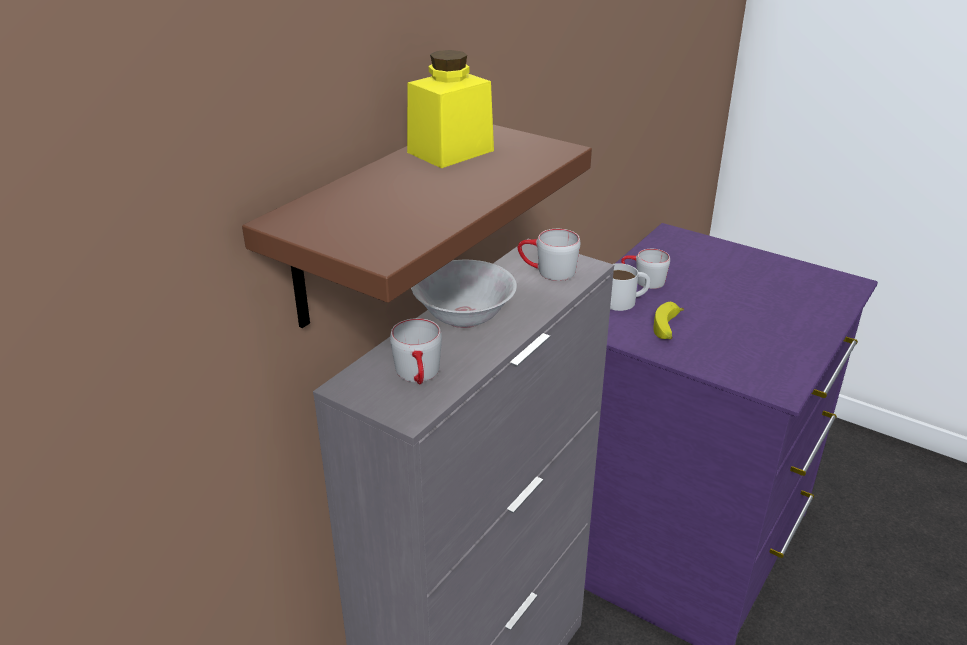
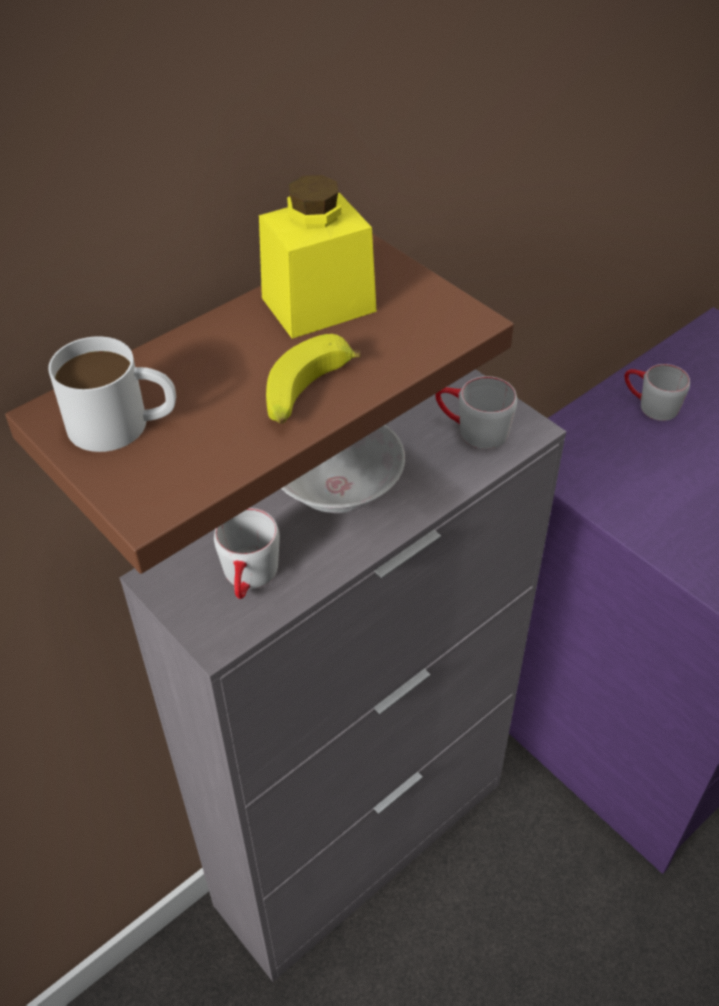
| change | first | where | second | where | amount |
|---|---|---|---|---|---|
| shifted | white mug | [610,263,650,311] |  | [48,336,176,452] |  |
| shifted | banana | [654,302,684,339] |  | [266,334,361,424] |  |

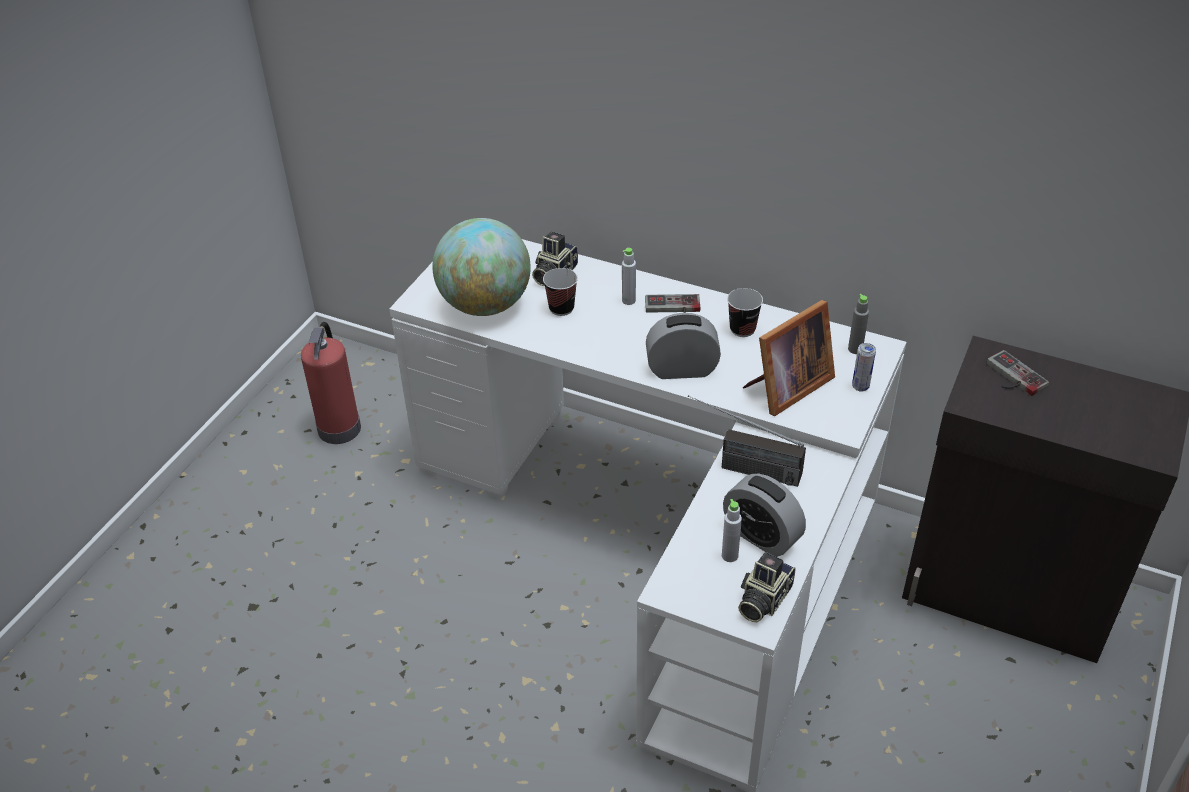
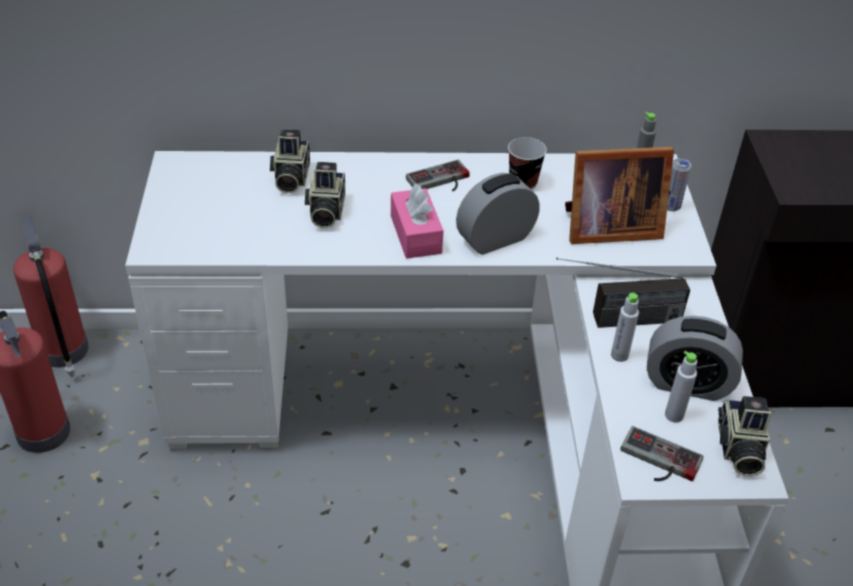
| change | first | where | second | where | amount |
|---|---|---|---|---|---|
| gone | globe | [432,218,531,316] |  |  |  |
| shifted | grey bottle | [622,248,636,305] |  | [611,293,639,362] |  |
| swapped | cup | [543,268,578,316] | photo camera | [305,162,345,228] |  |
| rotated | picture frame | [743,300,835,416] |  | [565,147,674,244] | 60 degrees clockwise |
| shifted | game controller | [987,350,1049,396] |  | [620,426,704,481] |  |
| new |  |  | pink tissue box | [391,183,444,259] |  |
| new |  |  | fire extinguisher | [13,215,89,377] |  |

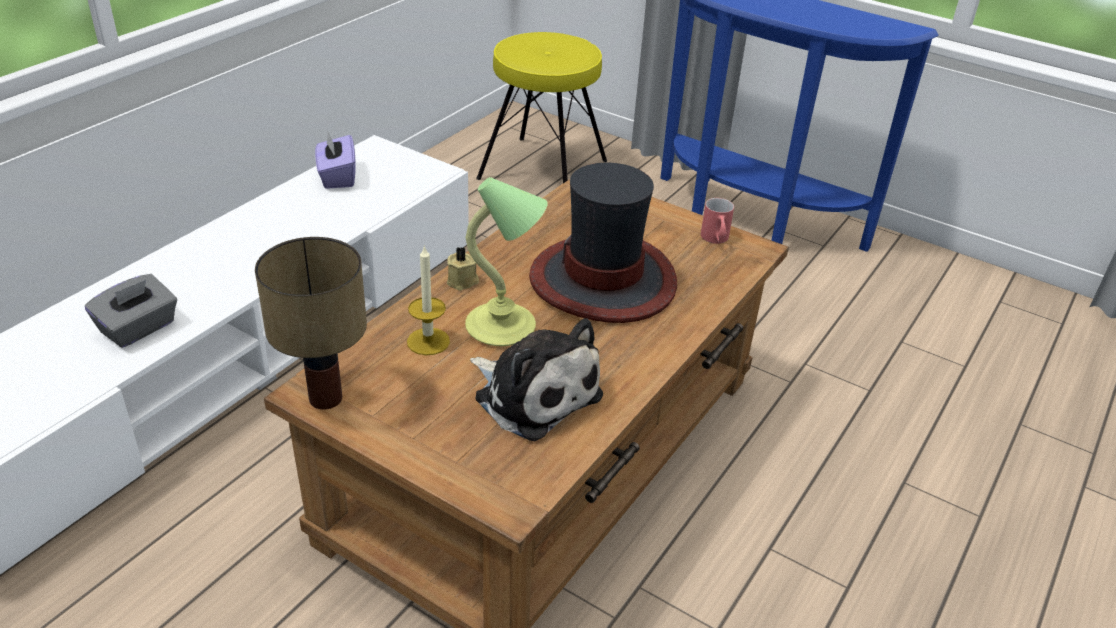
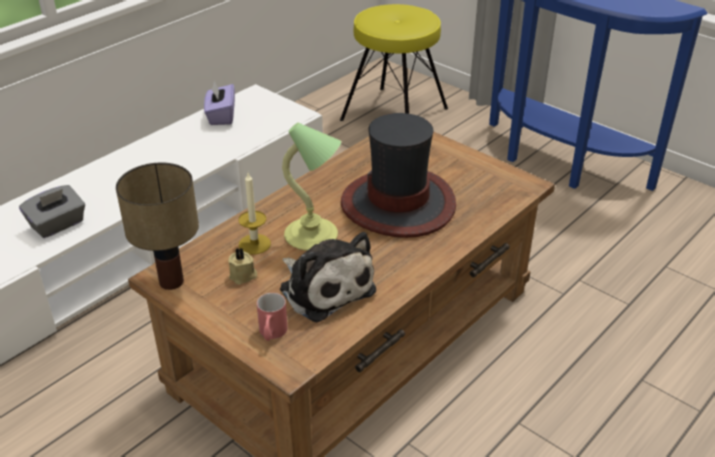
| change | first | where | second | where | amount |
|---|---|---|---|---|---|
| shifted | red mug | [701,198,734,244] |  | [257,293,288,341] |  |
| shifted | beige candle | [447,247,479,291] |  | [228,248,257,285] |  |

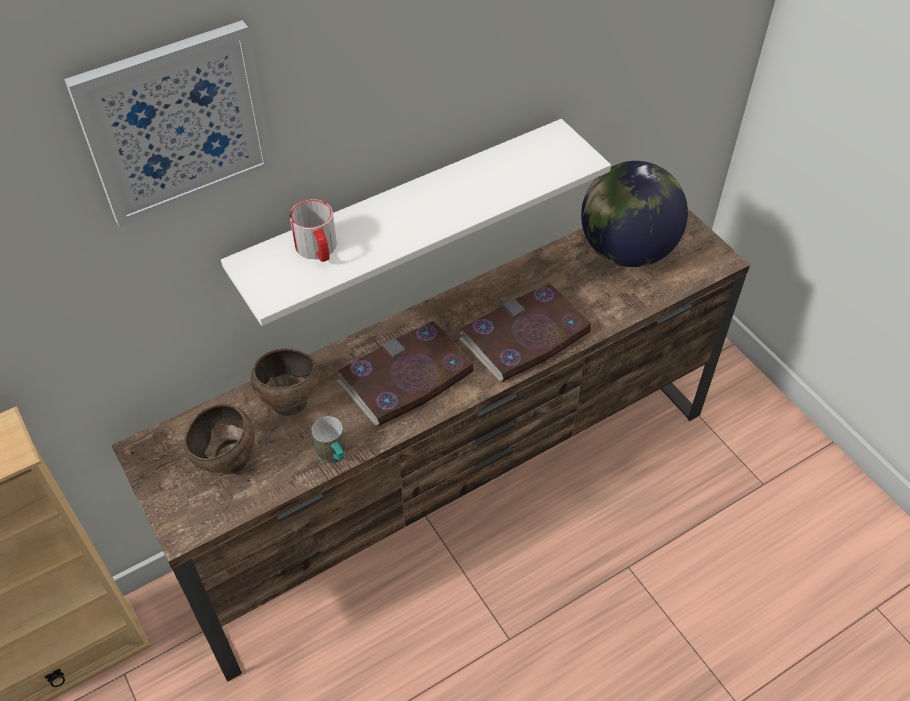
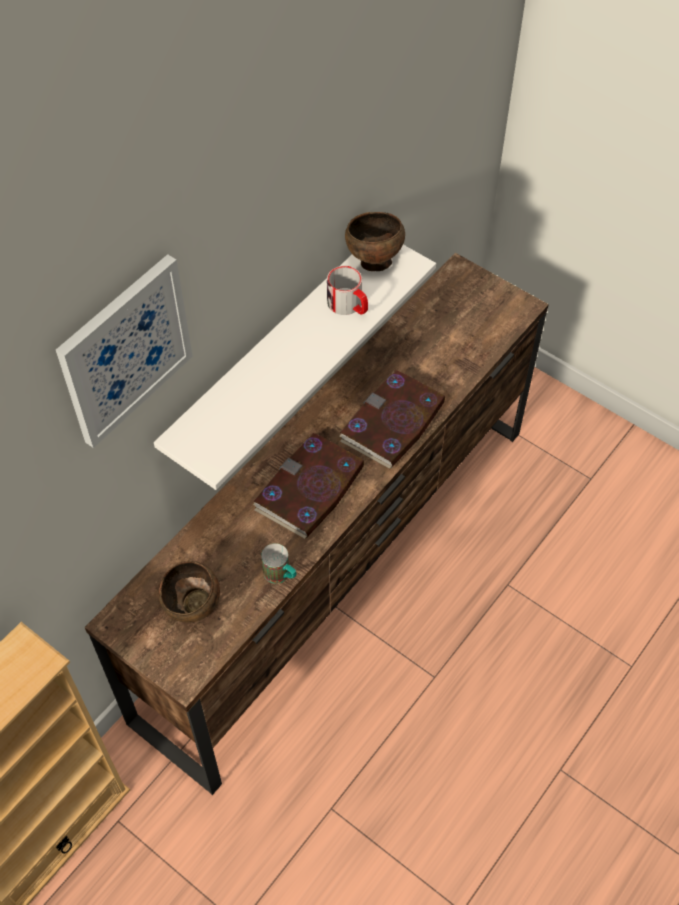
| change | first | where | second | where | amount |
|---|---|---|---|---|---|
| gone | globe | [581,161,688,267] |  |  |  |
| shifted | mug | [289,199,337,262] |  | [327,266,368,315] |  |
| shifted | brown bowl | [251,348,319,416] |  | [345,212,405,271] |  |

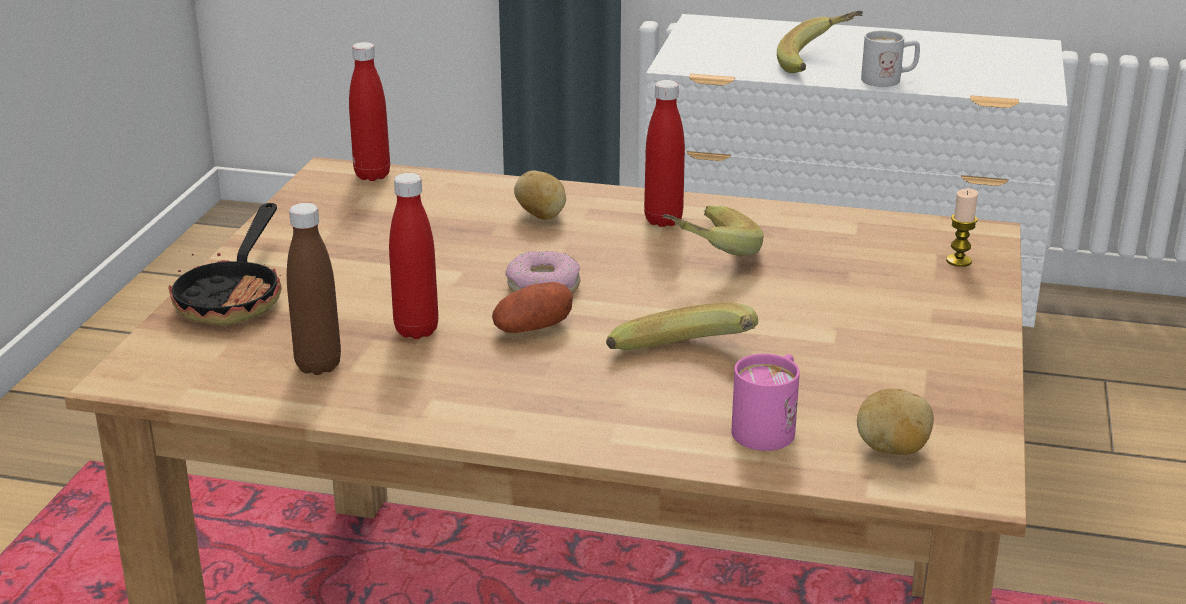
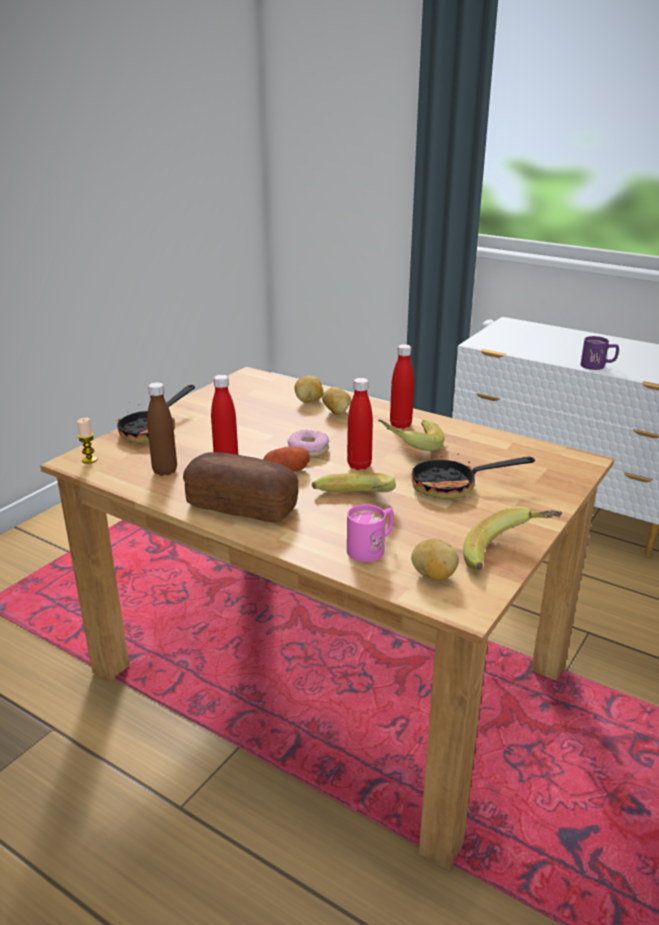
| change | first | where | second | where | amount |
|---|---|---|---|---|---|
| shifted | banana | [777,11,863,73] |  | [463,506,562,570] |  |
| repainted | white mug | [861,30,920,87] | purple mug | [581,336,619,370] |  |
| shifted | red bottle | [349,42,390,181] |  | [347,378,373,470] |  |
| shifted | candle | [946,189,978,267] |  | [77,418,97,464] |  |
| new |  |  | potato | [294,375,323,403] |  |
| new |  |  | bread | [183,452,299,522] |  |
| new |  |  | frying pan | [412,454,535,499] |  |

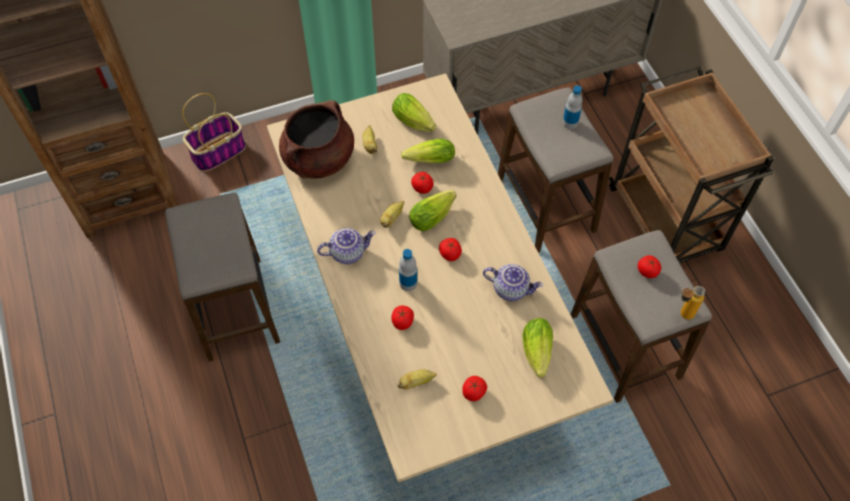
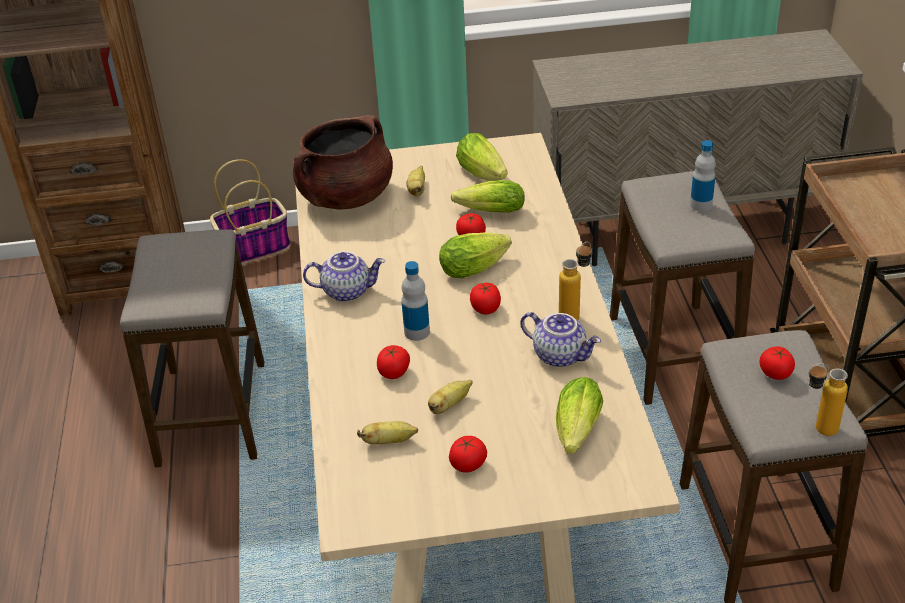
| change | first | where | second | where | amount |
|---|---|---|---|---|---|
| shifted | banana | [380,201,404,228] |  | [428,380,473,414] |  |
| new |  |  | bottle | [559,242,592,320] |  |

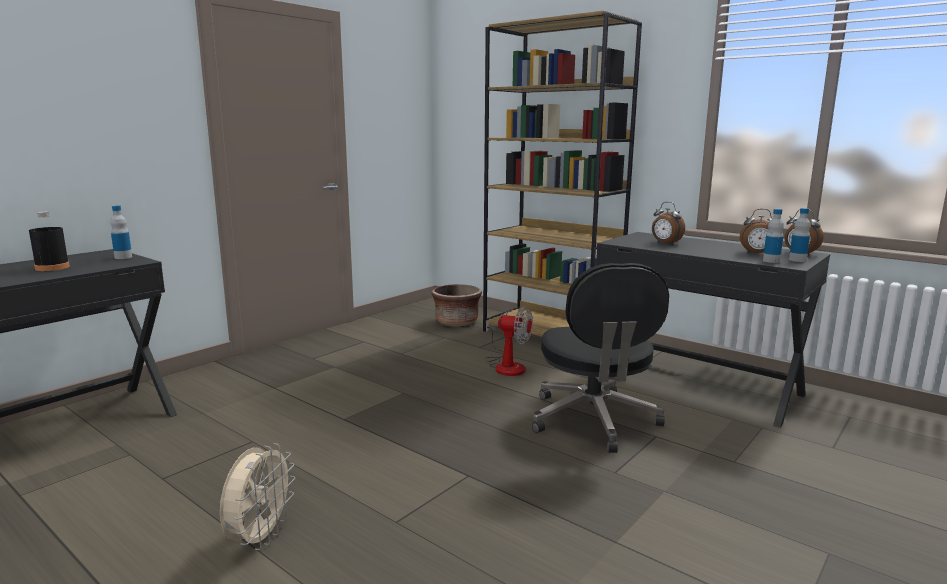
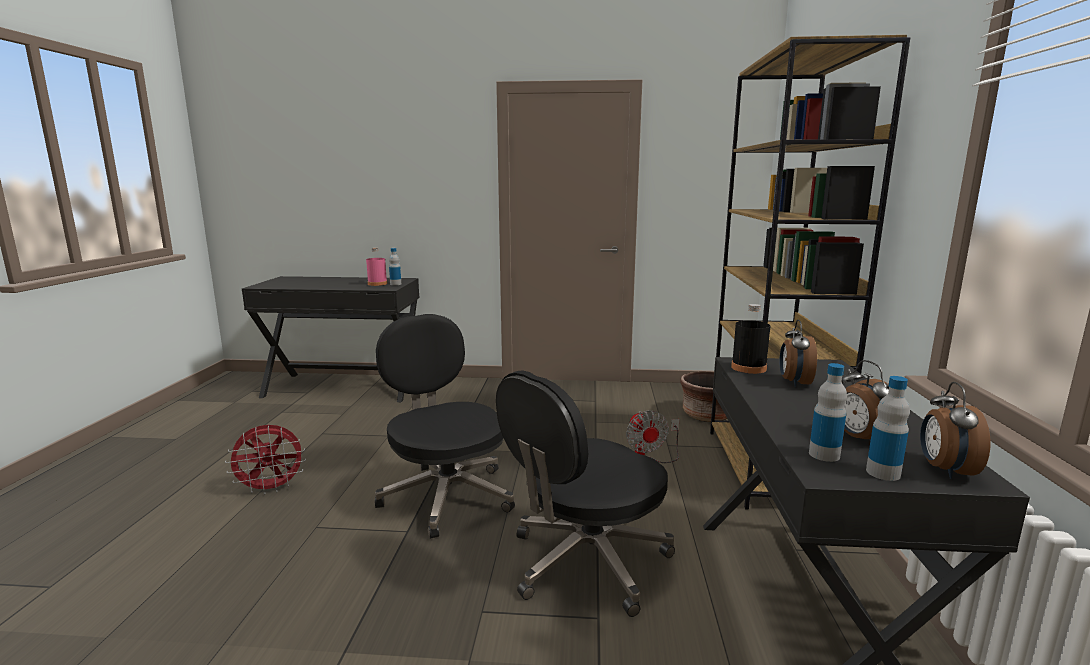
| change | first | where | second | where | amount |
|---|---|---|---|---|---|
| shifted | black bottle | [29,212,70,271] |  | [731,304,770,374] |  |
| repainted | beige fan | [220,443,296,550] | red fan | [225,425,306,495] |  |
| new |  |  | pink bottle | [366,248,387,286] |  |
| new |  |  | black office chair | [375,314,515,539] |  |

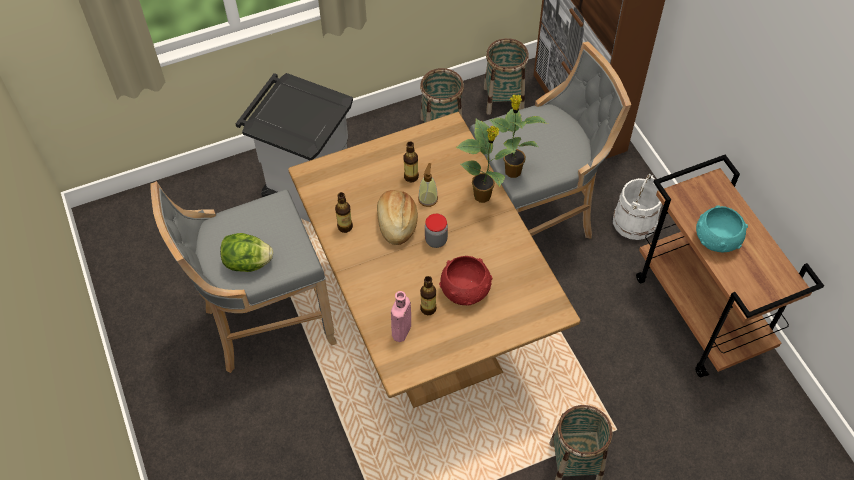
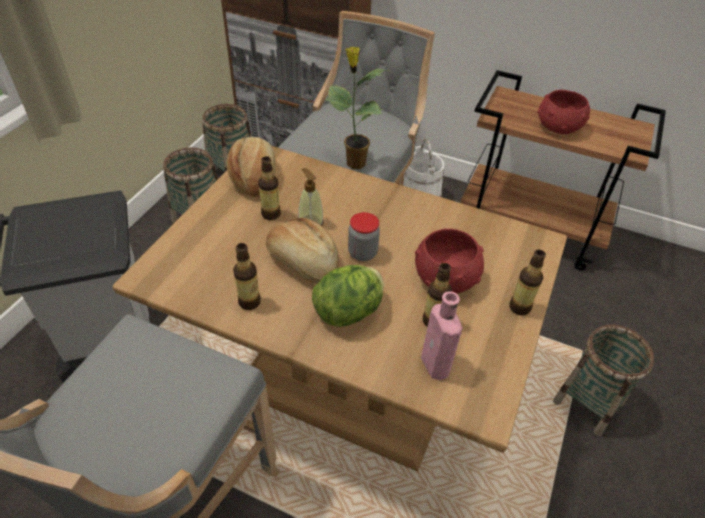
| change | first | where | second | where | amount |
|---|---|---|---|---|---|
| gone | potted plant | [456,119,516,203] |  |  |  |
| repainted | turquoise bowl | [696,205,748,252] | red bowl | [537,90,590,134] |  |
| shifted | lettuce | [220,233,273,272] |  | [312,265,384,327] |  |
| new |  |  | bread | [227,137,275,197] |  |
| new |  |  | bottle | [509,250,546,315] |  |

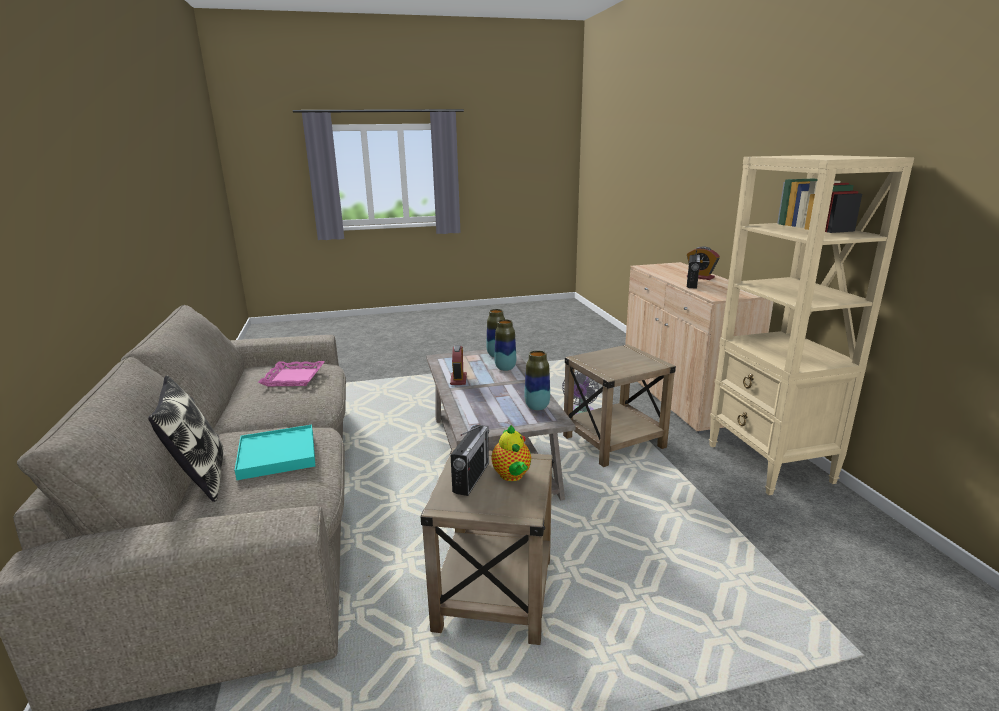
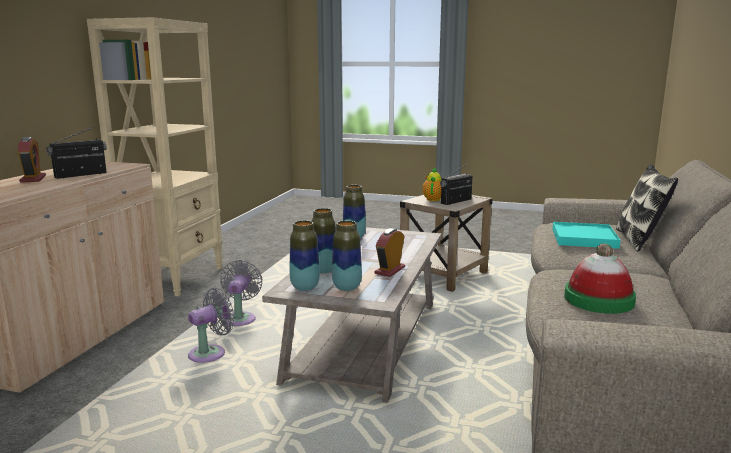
| change | first | where | second | where | amount |
|---|---|---|---|---|---|
| swapped | beige side table | [563,344,676,467] | grey fan | [220,260,262,326] |  |
| swapped | pink tray | [258,361,325,386] | hat | [564,243,636,314] |  |
| new |  |  | vase | [332,221,362,291] |  |

